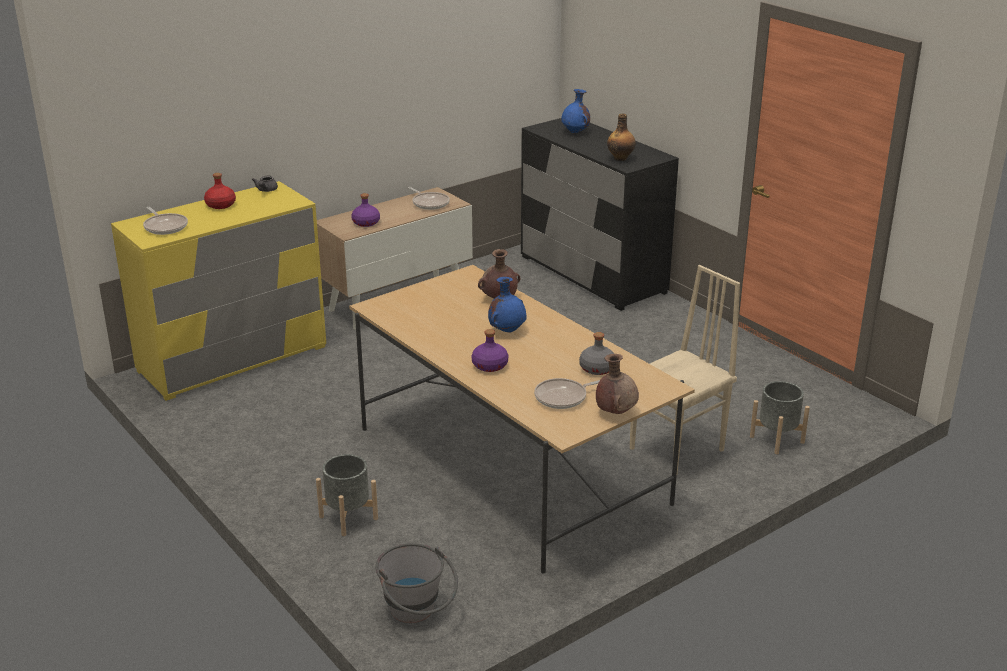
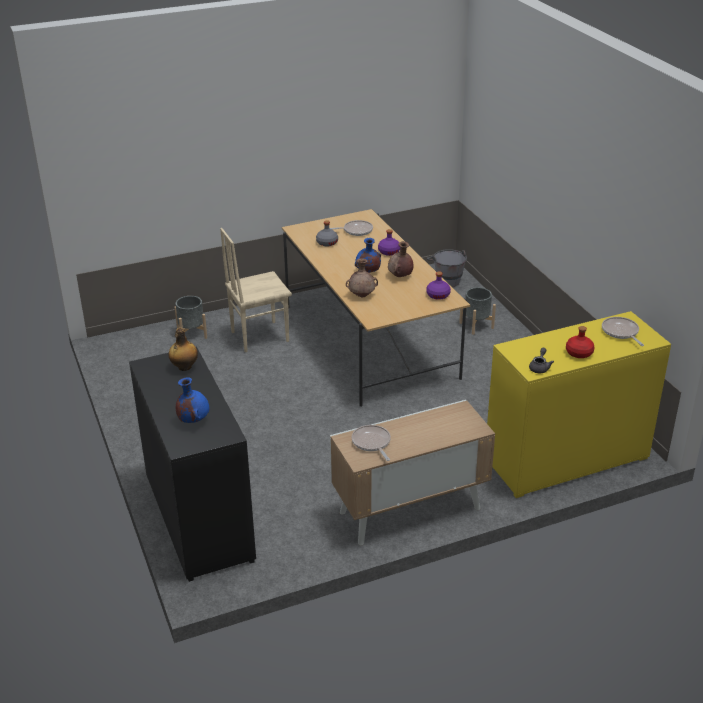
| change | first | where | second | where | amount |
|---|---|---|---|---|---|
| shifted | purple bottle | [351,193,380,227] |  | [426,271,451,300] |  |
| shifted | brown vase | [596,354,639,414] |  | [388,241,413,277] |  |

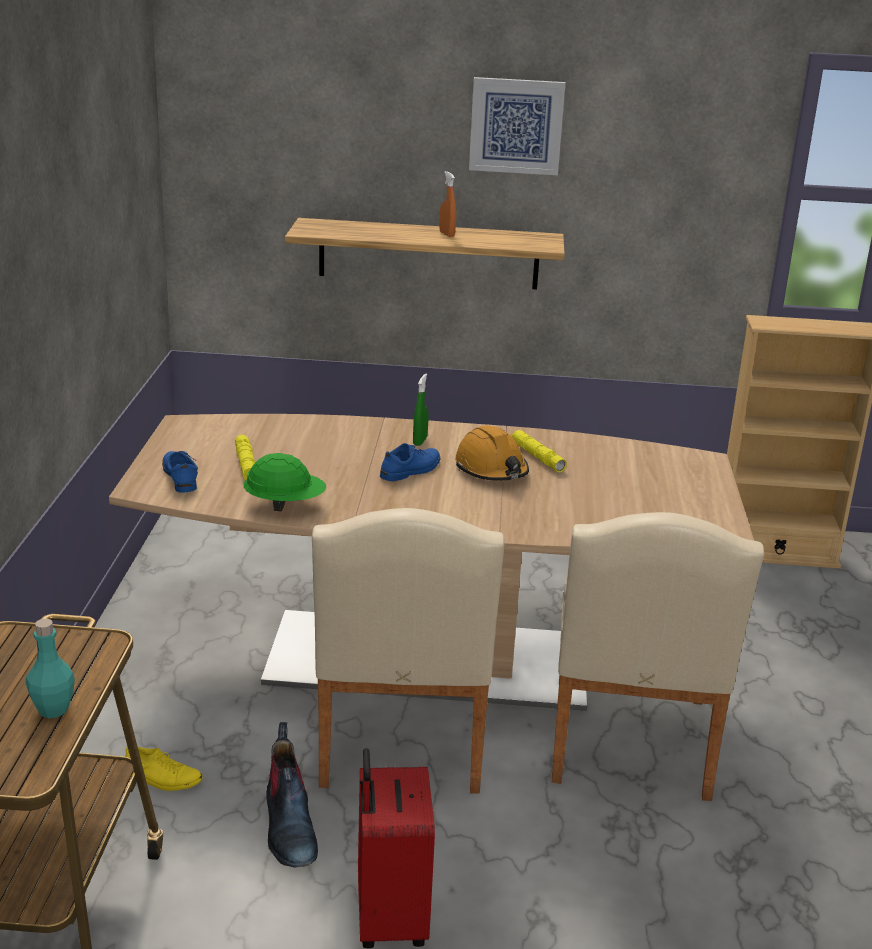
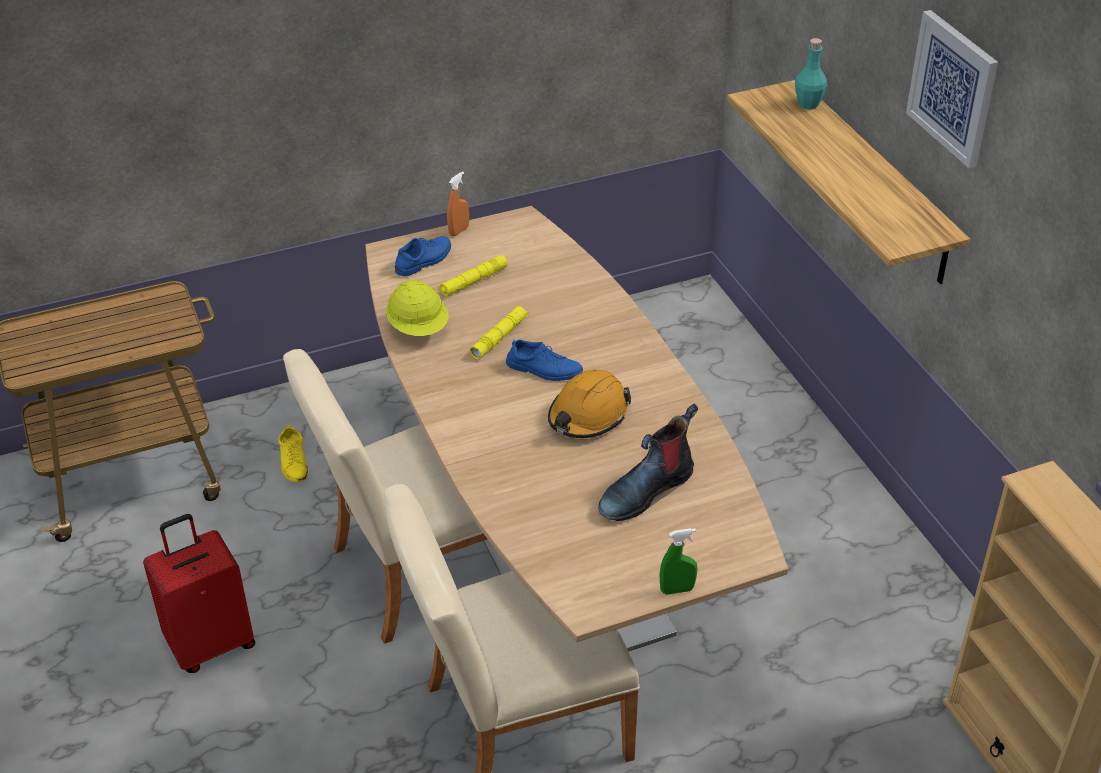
| change | first | where | second | where | amount |
|---|---|---|---|---|---|
| shifted | orange spray bottle | [439,171,456,237] |  | [447,171,469,236] |  |
| shifted | green spray bottle | [413,373,429,446] |  | [660,528,698,595] |  |
| shifted | yellow flashlight | [511,430,567,472] |  | [470,306,529,359] |  |
| repainted | green hard hat | [244,453,326,511] | yellow hard hat | [386,280,449,336] |  |
| shifted | turquoise bottle | [26,619,75,718] |  | [795,38,827,110] |  |
| shifted | boot | [266,722,318,867] |  | [598,403,698,521] |  |

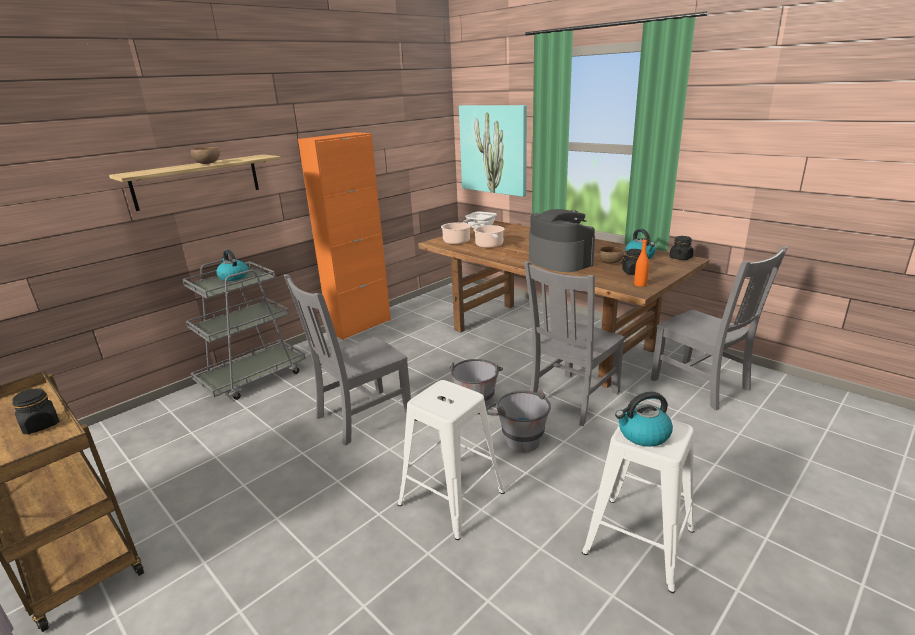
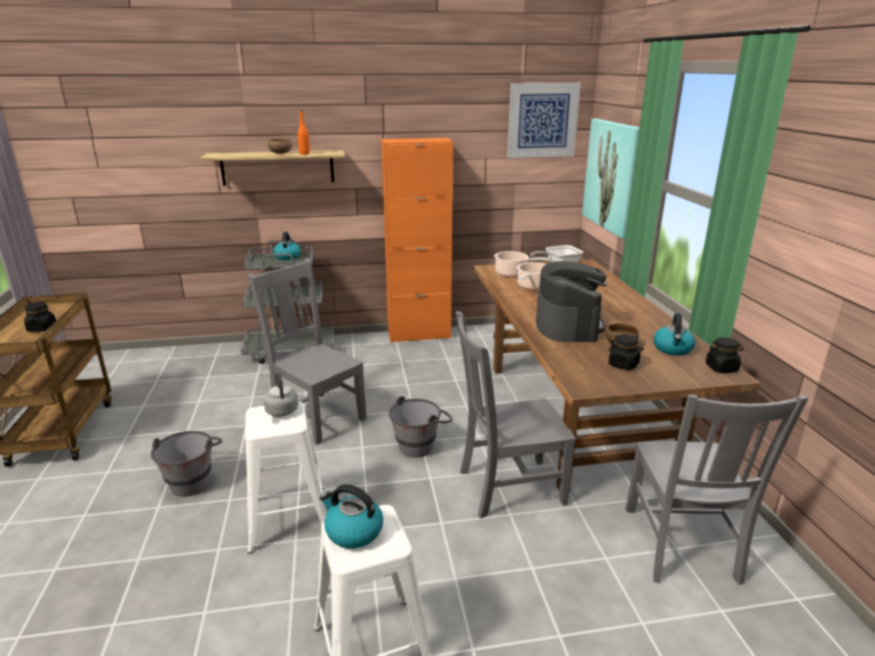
| change | first | where | second | where | amount |
|---|---|---|---|---|---|
| shifted | orange bottle | [634,238,649,287] |  | [298,111,310,155] |  |
| rotated | grey chair | [284,274,411,446] |  | [248,258,367,445] | 45 degrees clockwise |
| shifted | grey bucket | [486,389,551,452] |  | [151,431,222,497] |  |
| new |  |  | picture | [507,83,581,158] |  |
| new |  |  | grey kettle | [263,372,299,417] |  |

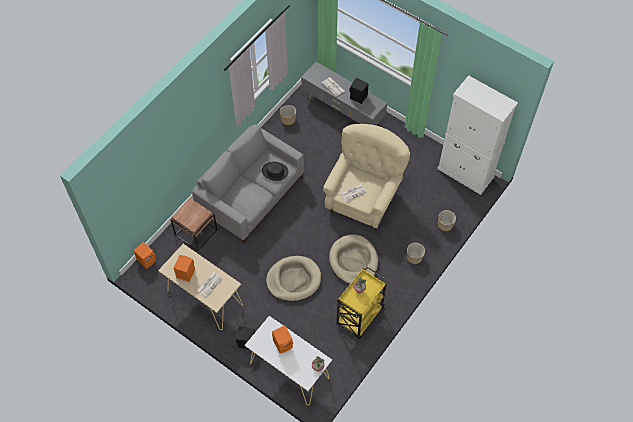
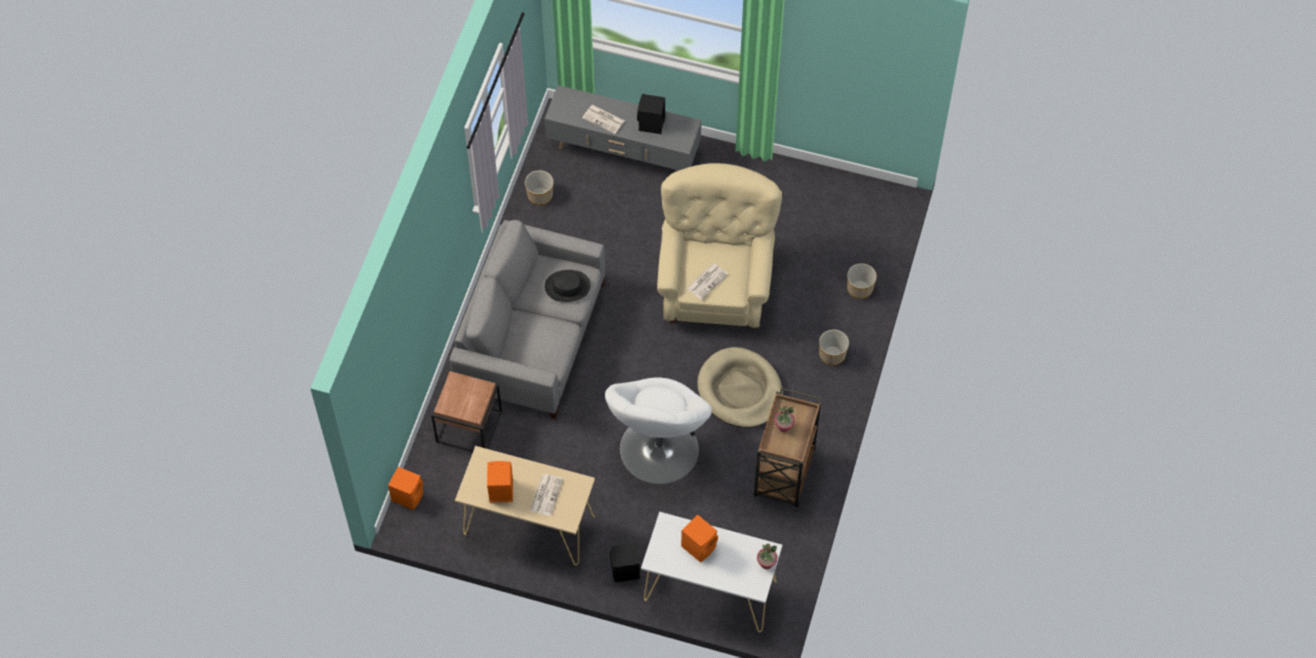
| change | first | where | second | where | amount |
|---|---|---|---|---|---|
| gone | white cabinet | [437,75,518,195] |  |  |  |
| swapped | beige dog bed | [266,256,321,301] | white armchair | [605,377,712,484] |  |
| repainted | yellow cart | [336,267,387,339] | brown cart | [754,388,821,507] |  |

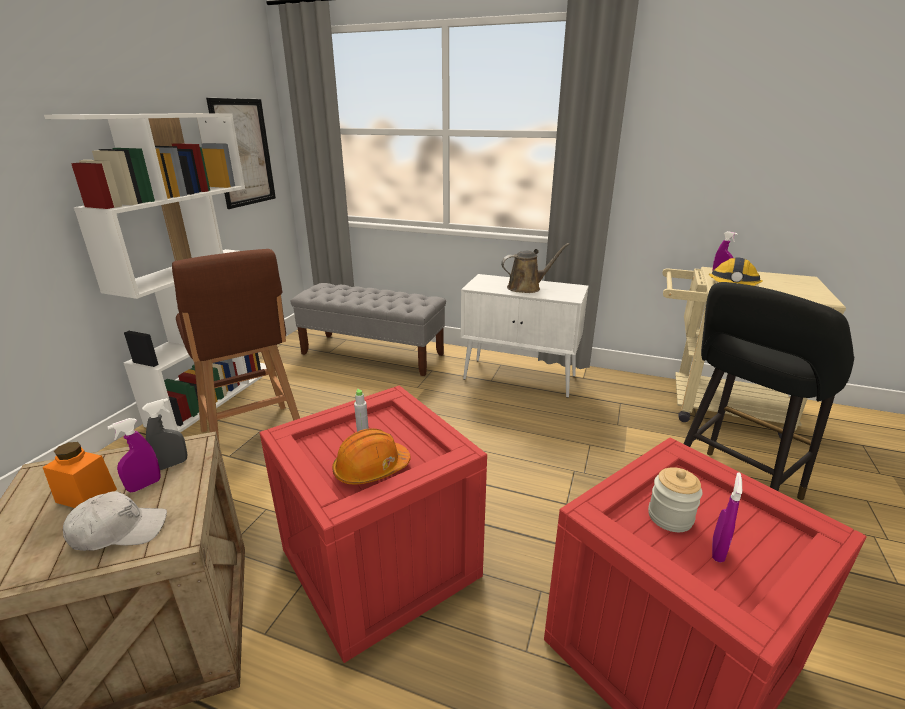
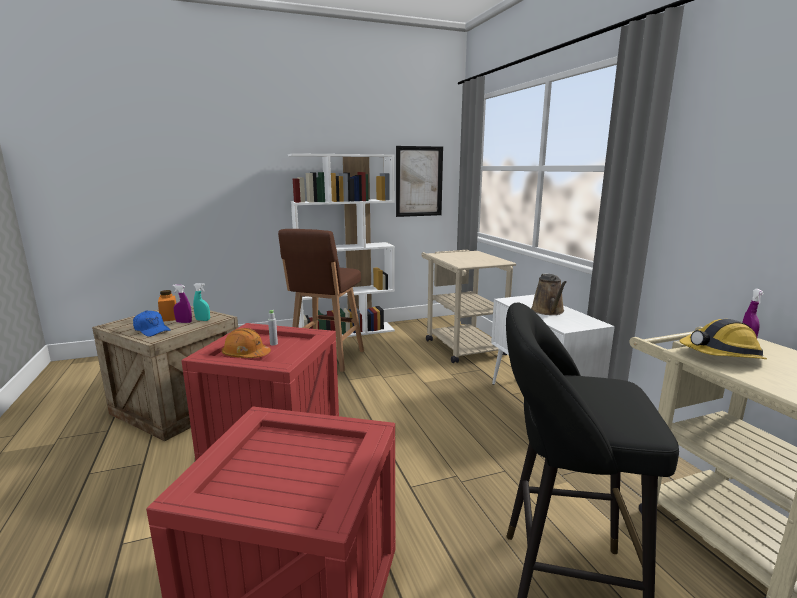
| change | first | where | second | where | amount |
|---|---|---|---|---|---|
| rotated | brown watering can | [501,243,570,293] |  | [531,273,567,315] | 60 degrees clockwise |
| swapped | grey bench | [291,283,446,376] | beige cart | [421,250,516,363] |  |
| repainted | grey spray bottle | [142,398,187,470] | turquoise spray bottle | [193,283,210,321] |  |
| gone | jar | [648,468,703,532] |  |  |  |
| gone | purple spray bottle | [712,472,742,563] |  |  |  |
| repainted | white cap | [63,491,167,551] | blue cap | [133,310,171,337] |  |

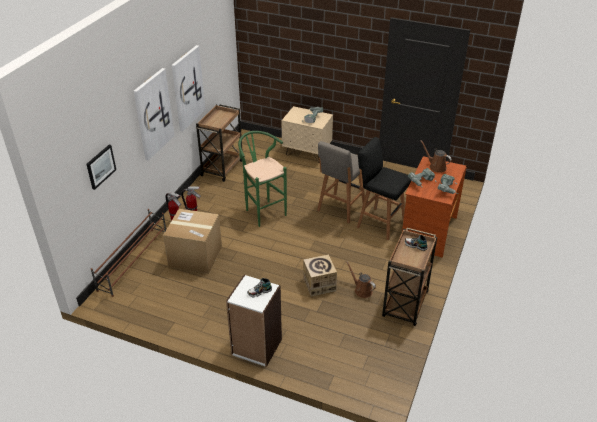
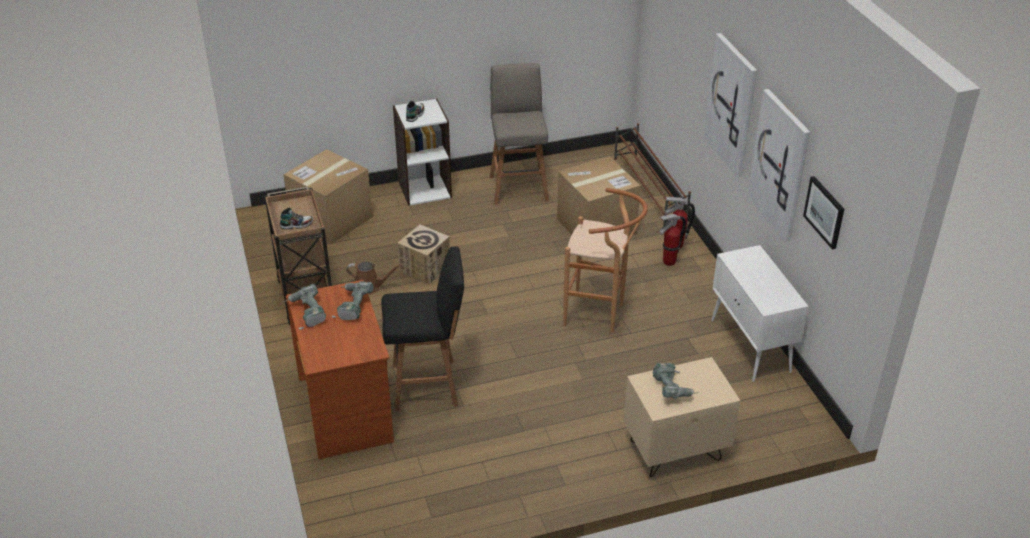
| change | first | where | second | where | amount |
|---|---|---|---|---|---|
| swapped | brown cart | [196,104,242,182] | white cabinet | [711,245,809,382] |  |
| repainted | green stool | [238,131,287,227] | brown stool | [563,188,648,333] |  |
| shifted | grey stool | [317,141,365,223] |  | [490,63,549,205] |  |
| gone | brown watering can | [421,141,452,173] |  |  |  |
| shifted | picture | [86,145,116,190] |  | [803,176,844,250] |  |
| new |  |  | cardboard box | [283,149,373,244] |  |

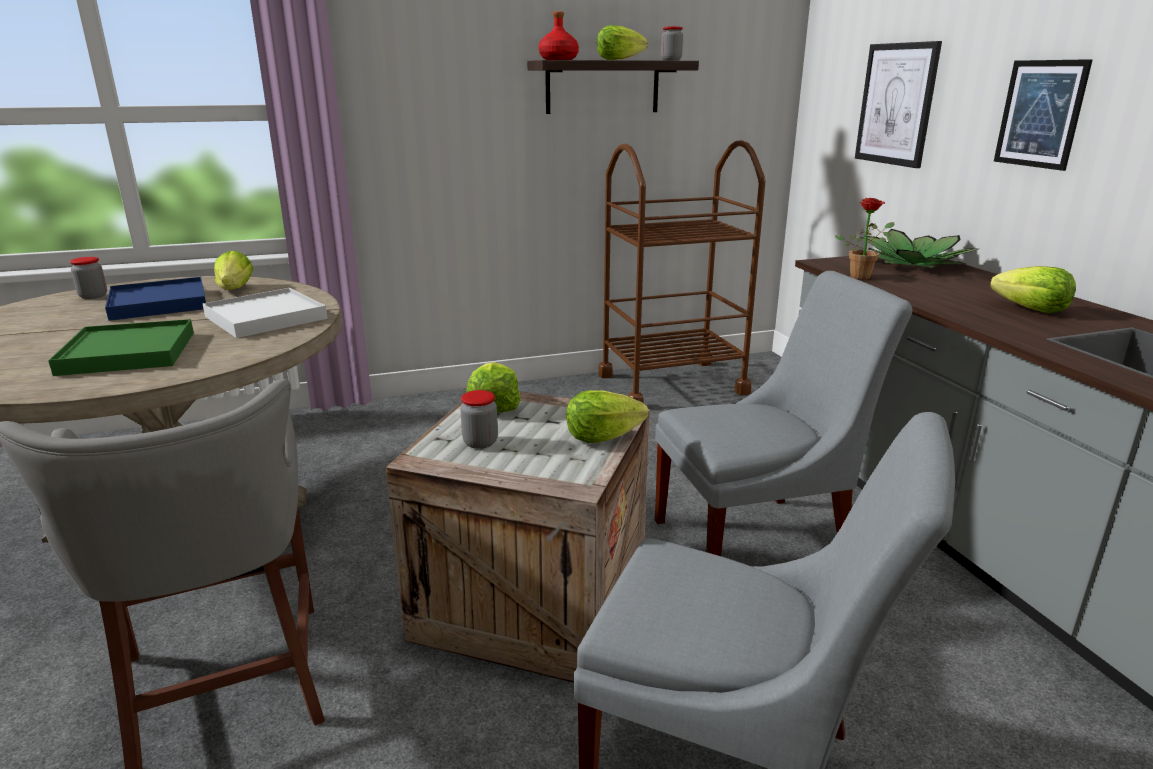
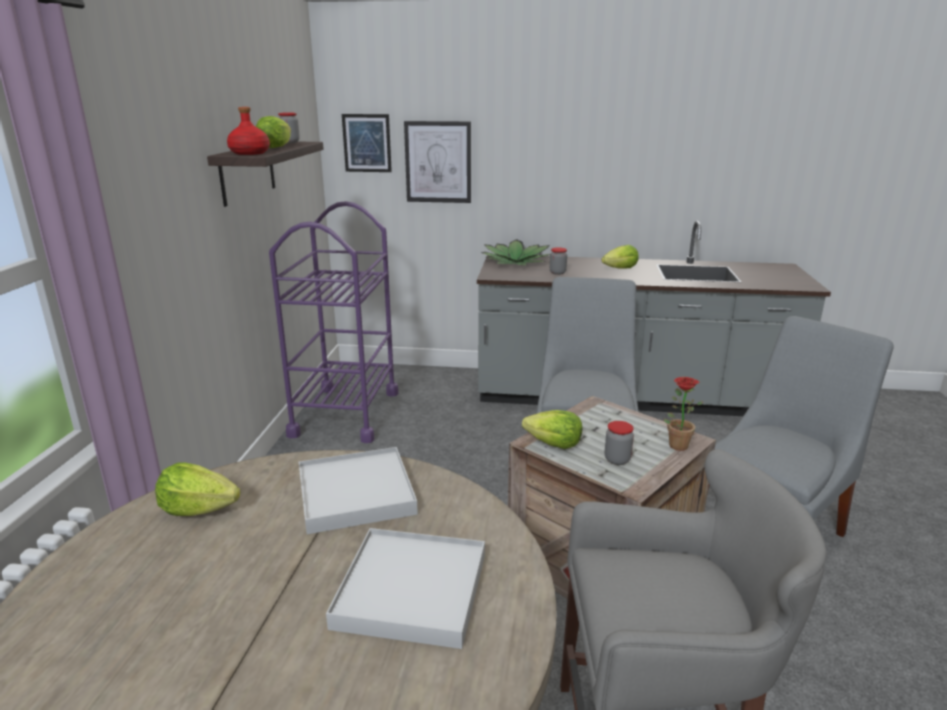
| change | first | where | second | where | amount |
|---|---|---|---|---|---|
| shifted | picture | [994,59,1093,171] |  | [342,114,392,172] |  |
| repainted | brown cart | [598,140,766,403] | purple cart | [269,201,398,443] |  |
| shifted | potted plant | [835,198,894,280] |  | [664,377,703,451] |  |
| shifted | jar | [70,257,107,299] |  | [550,247,567,275] |  |
| gone | blue tray | [105,277,206,321] |  |  |  |
| repainted | green tray | [48,319,194,376] | white tray | [326,528,485,649] |  |
| gone | lettuce | [566,390,648,443] |  |  |  |

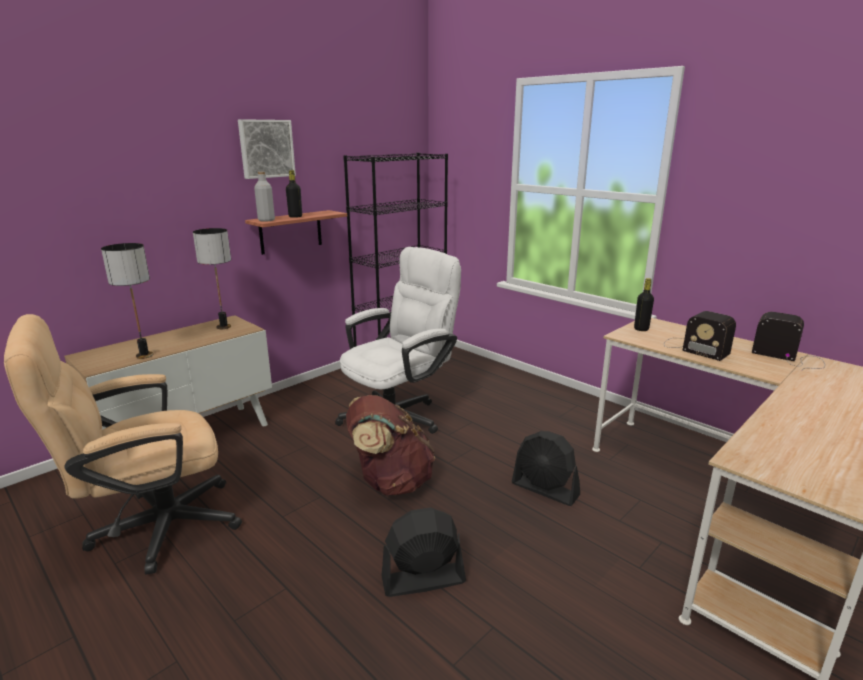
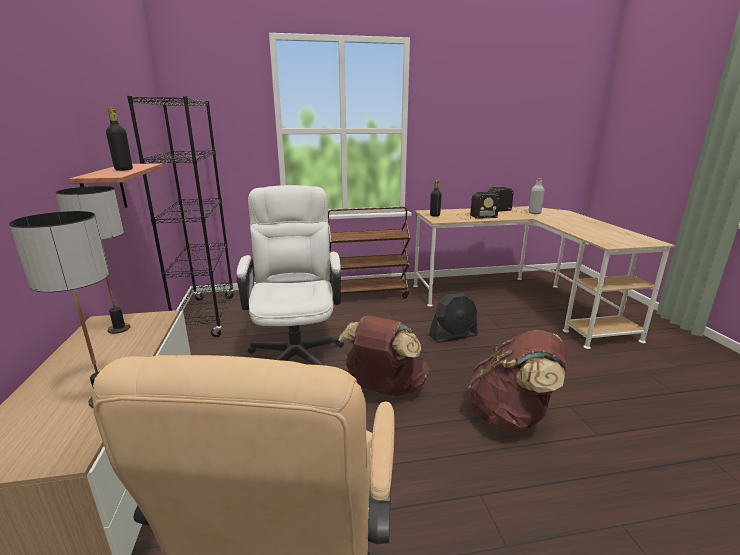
| change | first | where | second | where | amount |
|---|---|---|---|---|---|
| gone | picture | [238,119,296,179] |  |  |  |
| shifted | grey bottle | [254,172,275,222] |  | [529,178,545,214] |  |
| swapped | black fan | [381,507,466,597] | brown backpack | [469,330,569,433] |  |
| new |  |  | brown cart | [328,207,410,298] |  |

